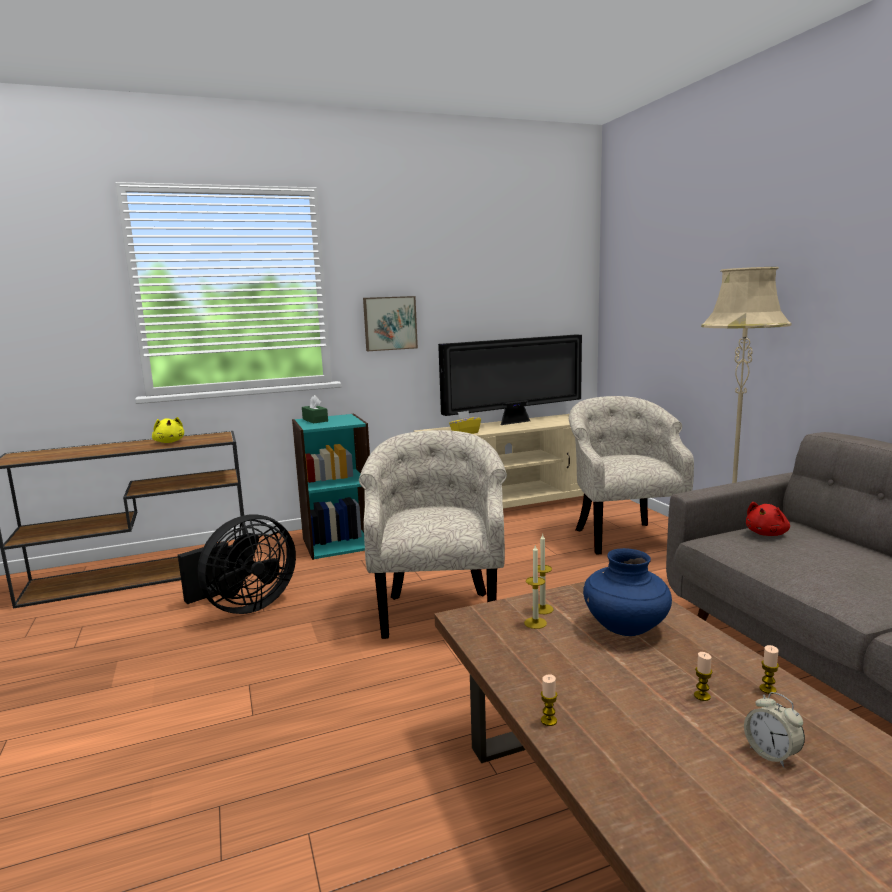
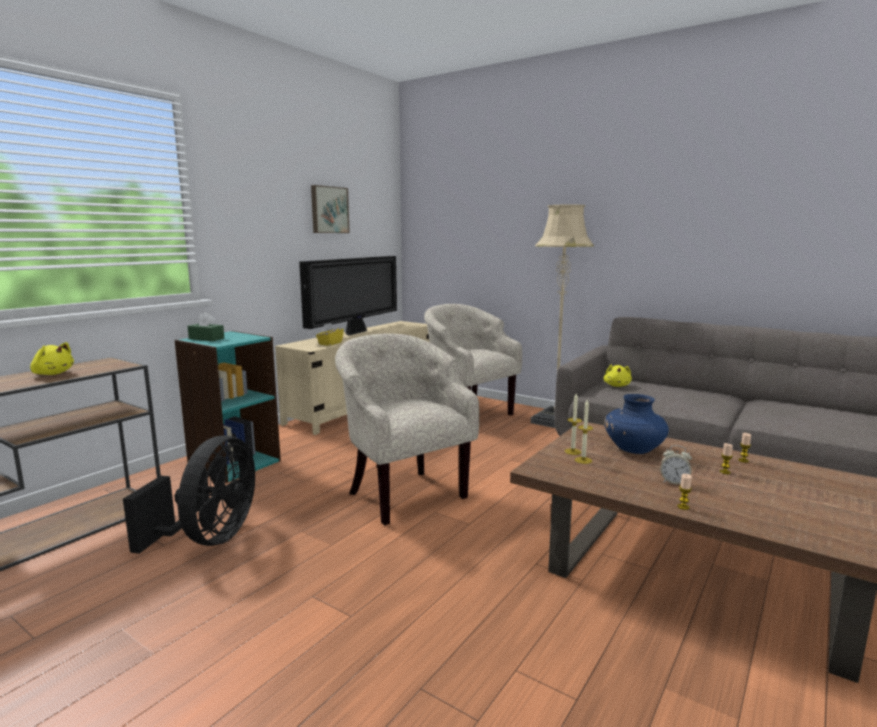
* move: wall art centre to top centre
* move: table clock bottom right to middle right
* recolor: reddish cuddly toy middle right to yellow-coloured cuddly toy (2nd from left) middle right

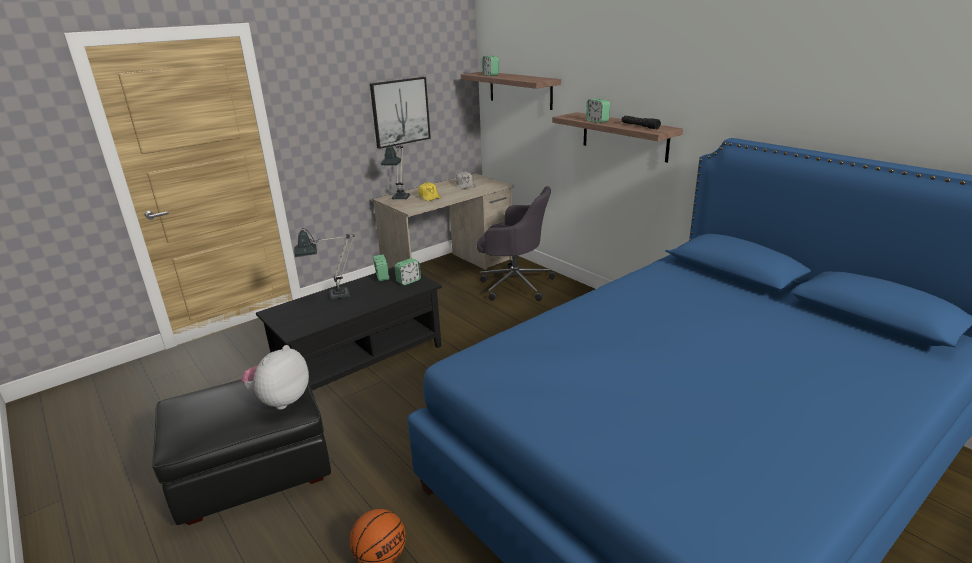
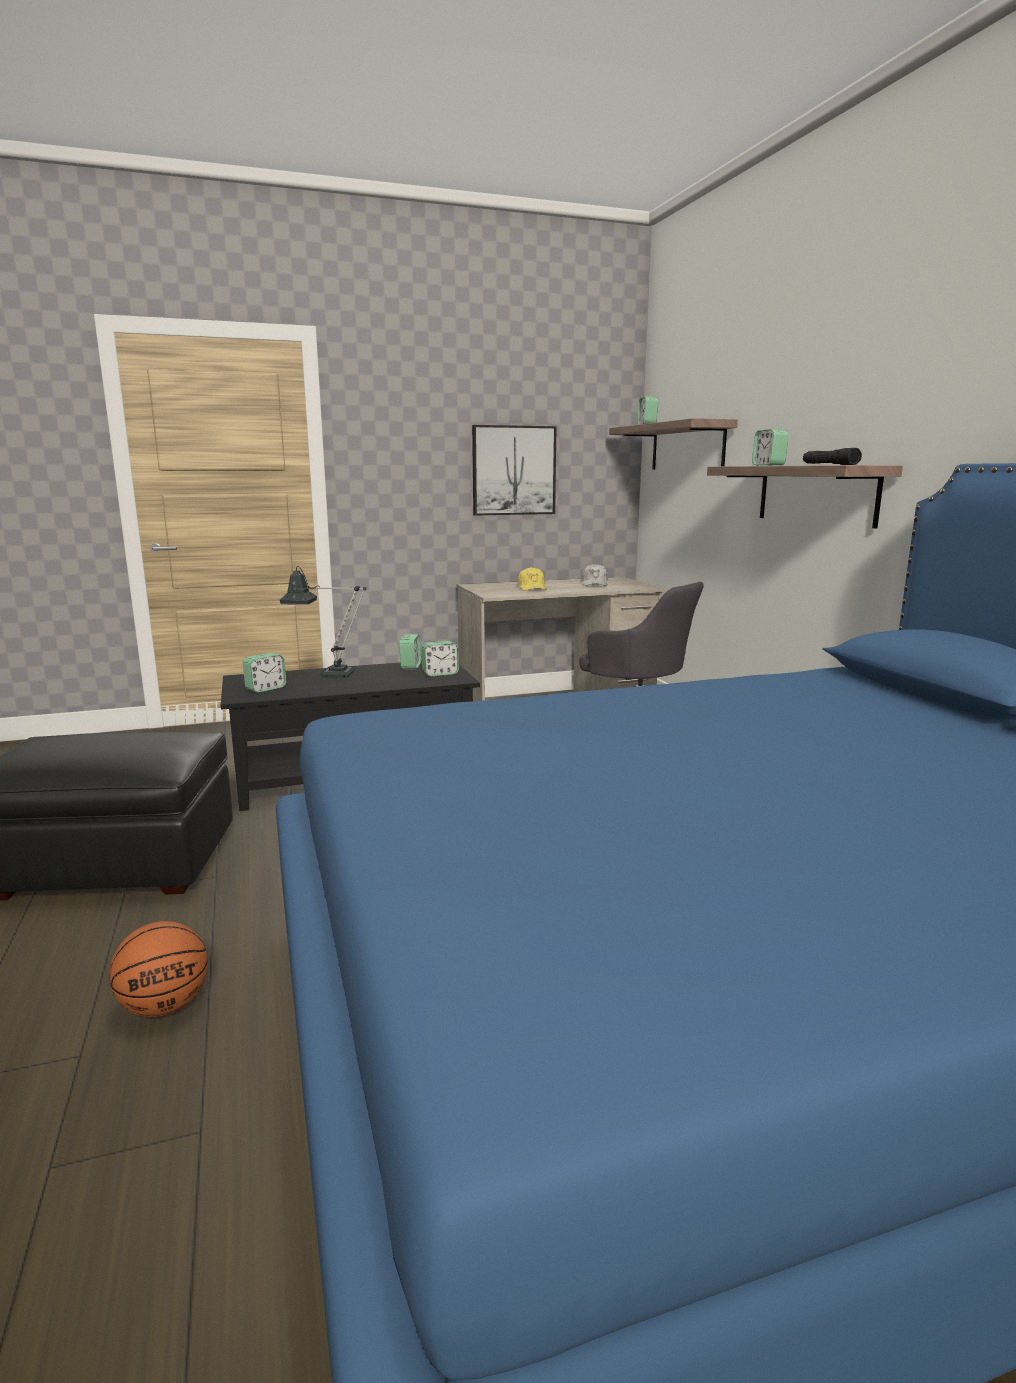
* delete: cuddly toy bottom left
* delete: table lamp (2nd from left) top centre
* insert: table clock (1st from left) middle left

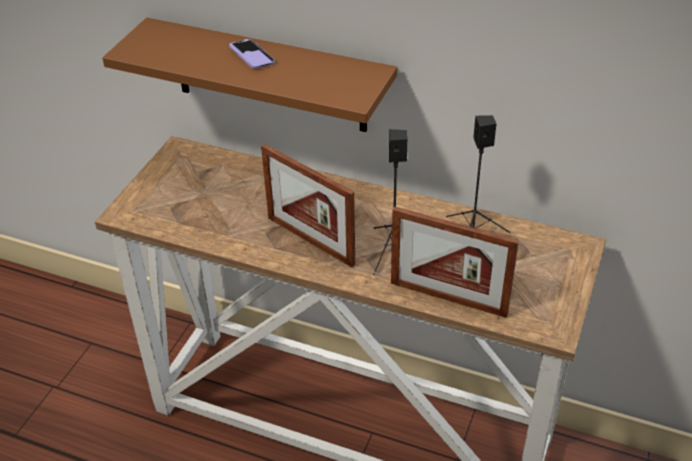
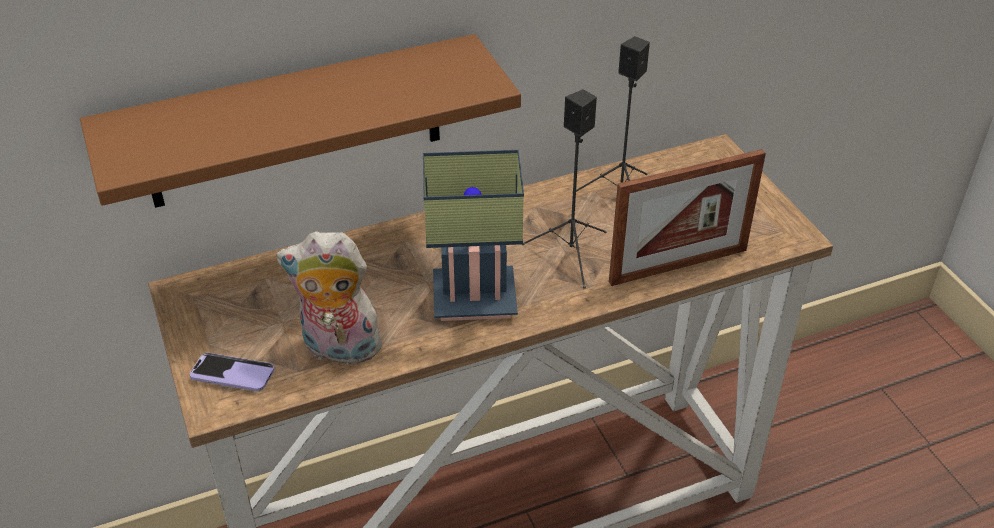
* insert: cuddly toy centre
* move: phone top centre to bottom left
* replace: picture frame (1st from left) centre to table lamp centre

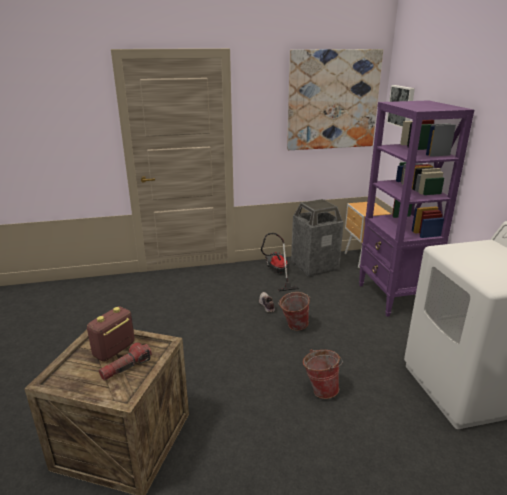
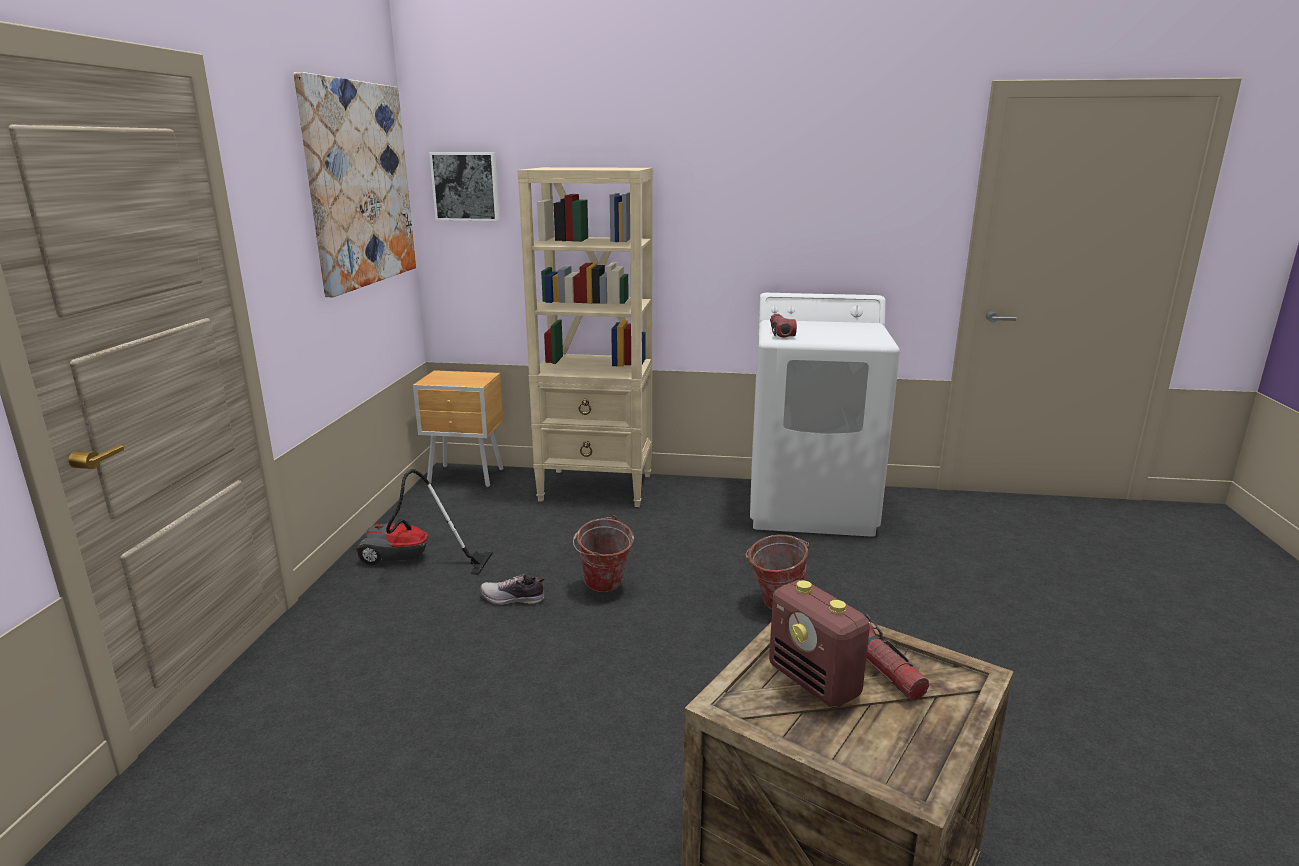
* delete: trash can centre
* insert: flashlight (1st from left) centre
* recolor: purple-coloured bookcase middle right to beige-coloured bookcase centre

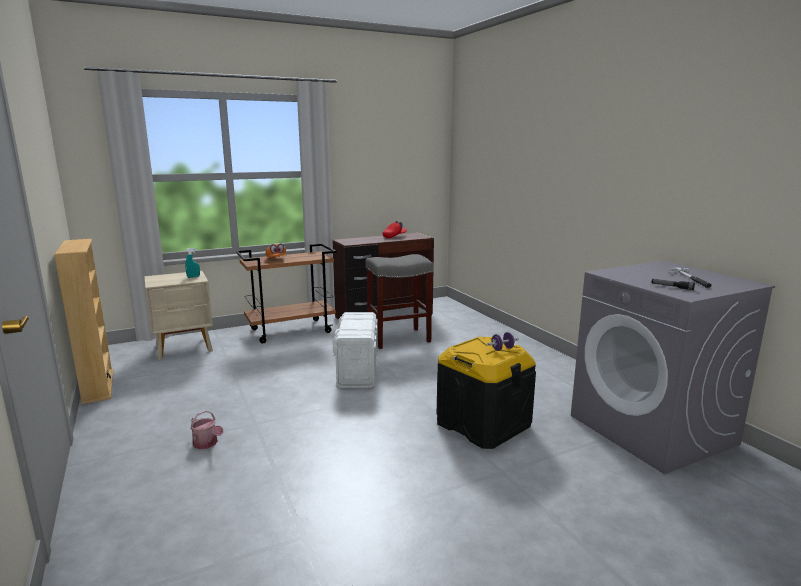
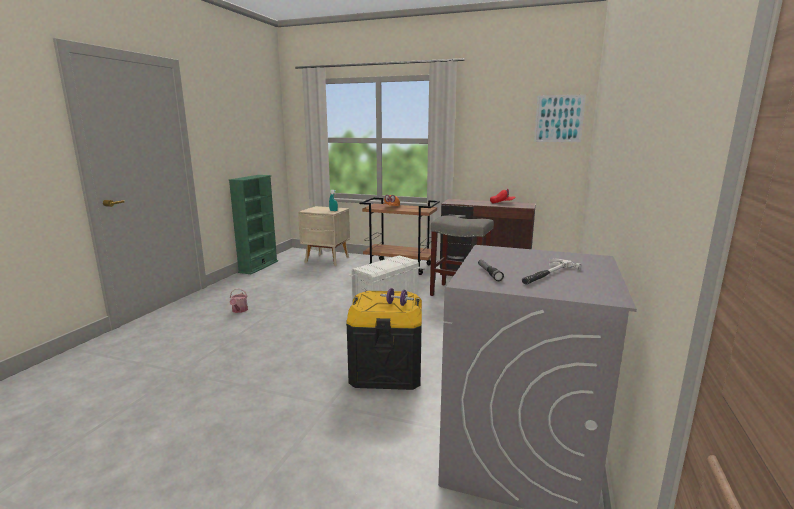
* insert: wall art top right
* recolor: beige-coloured bookcase middle left to green bookcase middle left

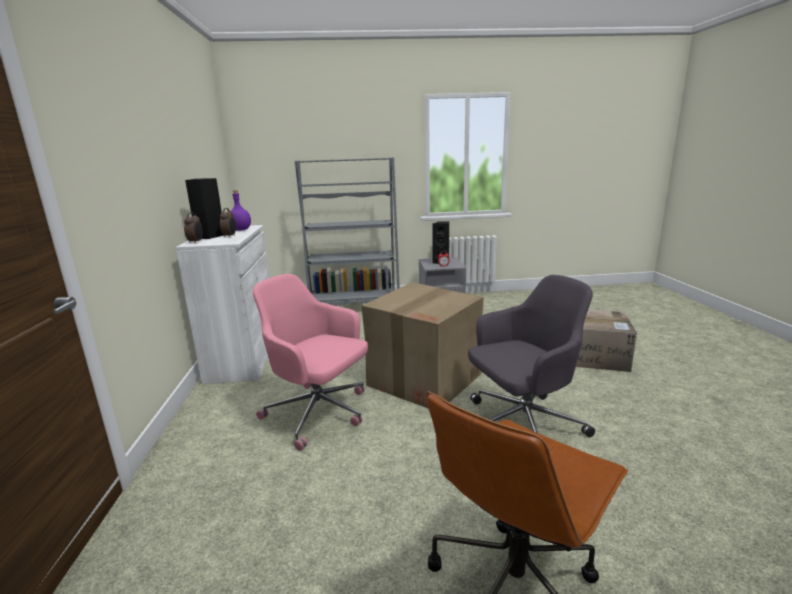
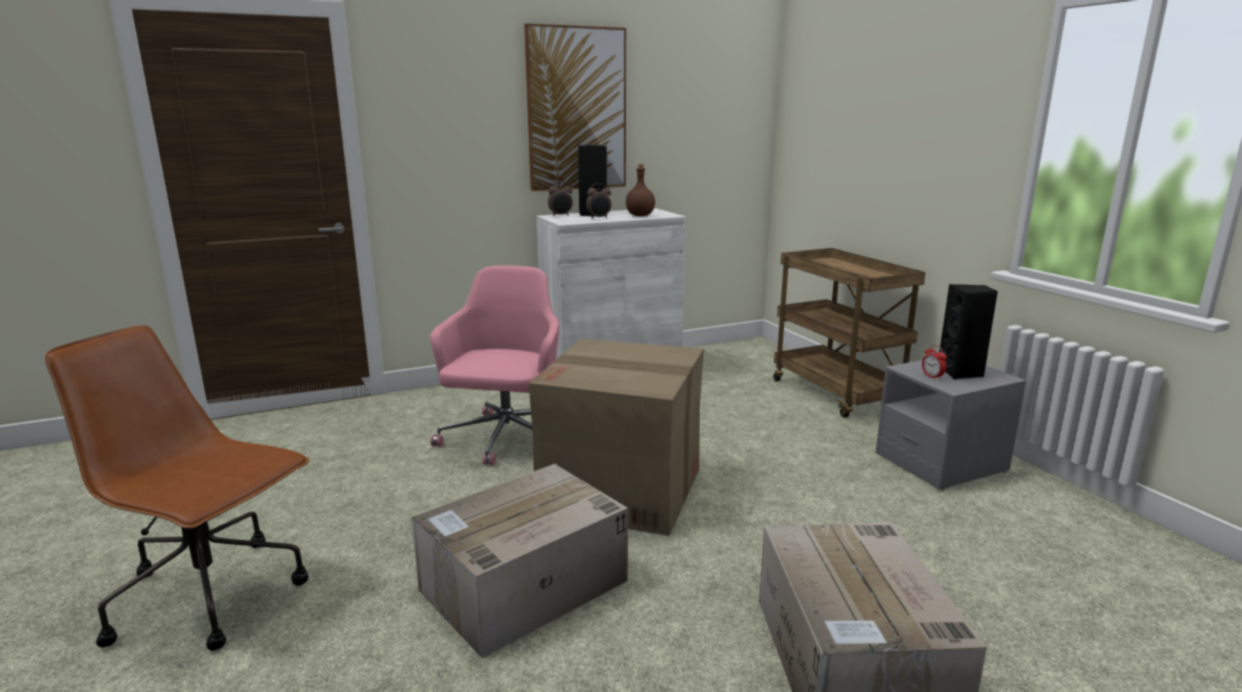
* insert: wall art top centre
* replace: gray bookcase centre to brown-coloured trolley middle right
* replace: gray office chair middle right to cardboard box (1st from left) bottom centre
* recolor: purple-coloured drink bottle middle left to brown-coloured drink bottle top centre

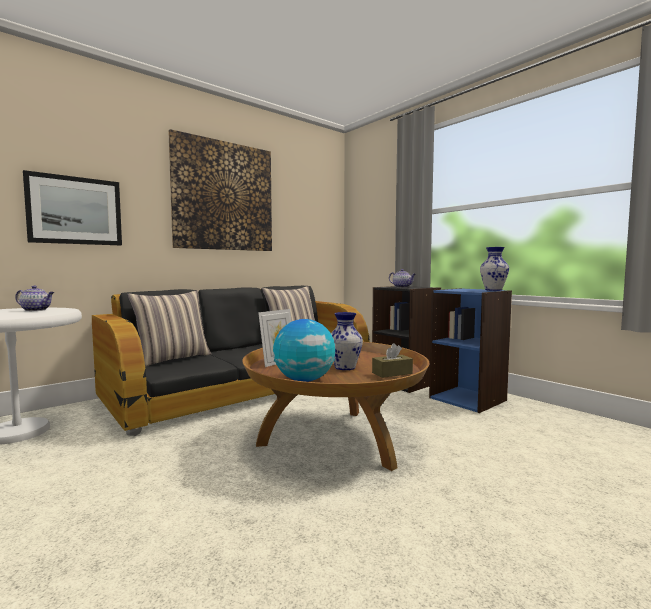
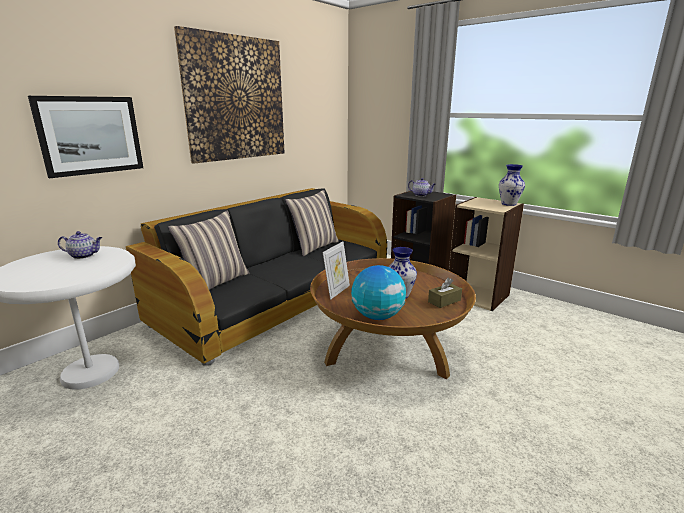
* recolor: blue bookcase middle right to beige-coloured bookcase middle right

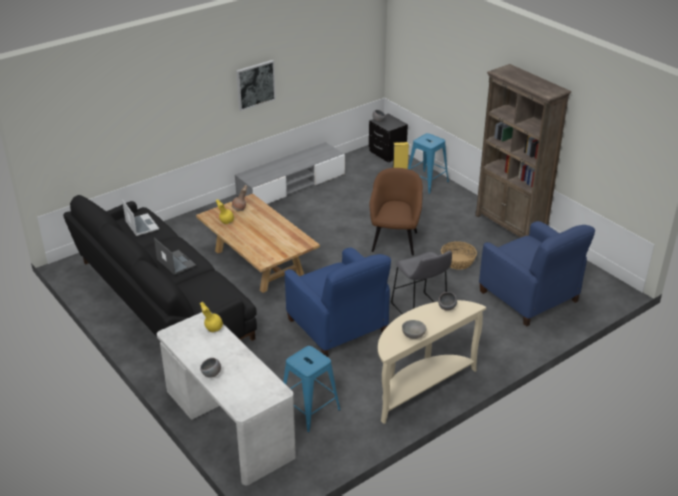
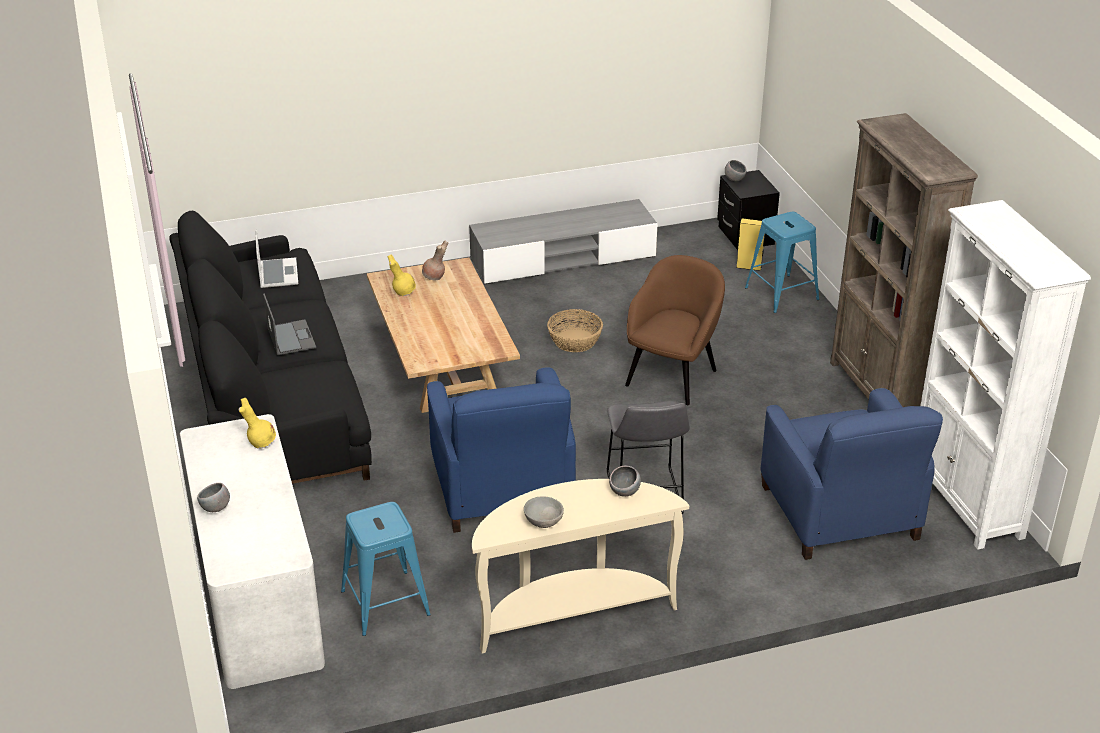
* delete: wall art top centre
* insert: white-coloured bookcase middle right
* move: basket middle right to centre

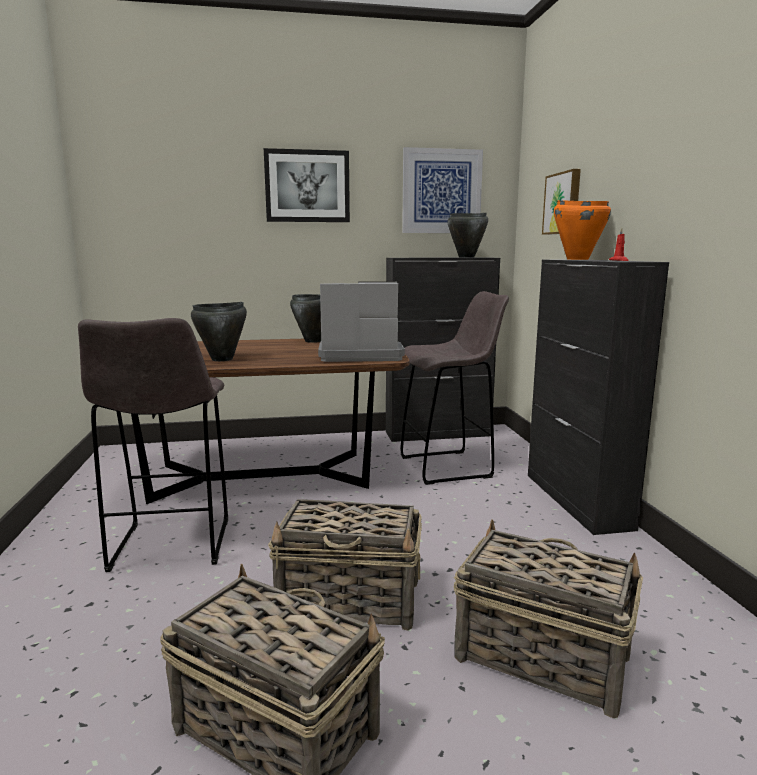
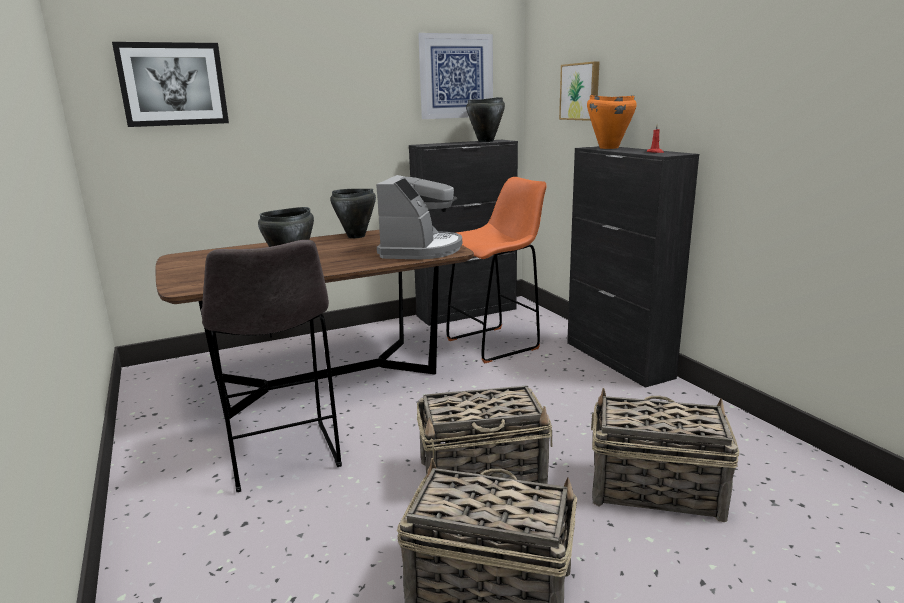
* move: wall art (1st from left) top centre to top left
* recolor: gray stool (2nd from left) centre to orangey stool centre
* rotate: coffee machine centre = centre 120 degrees clockwise

